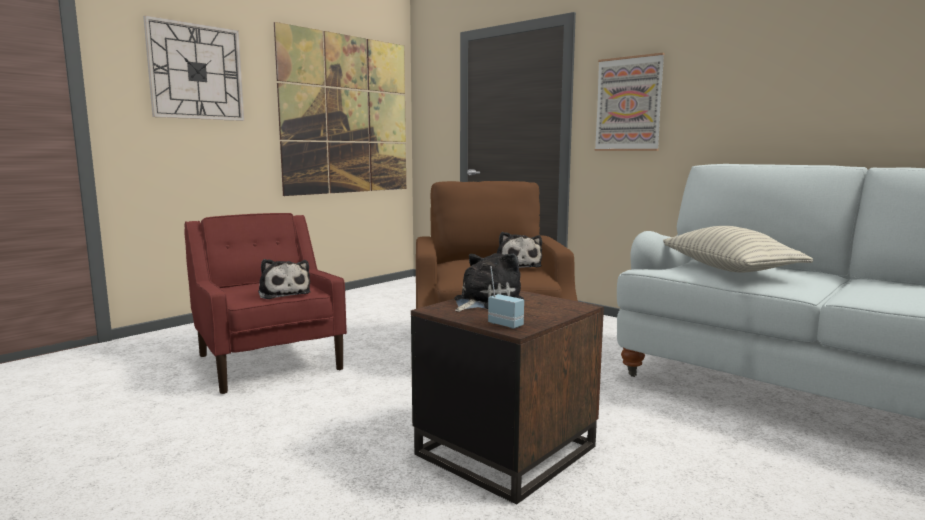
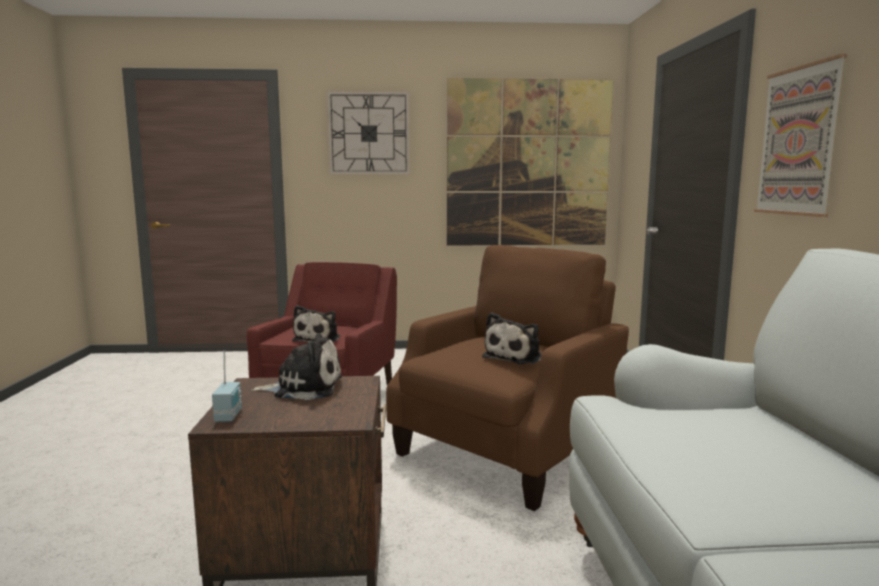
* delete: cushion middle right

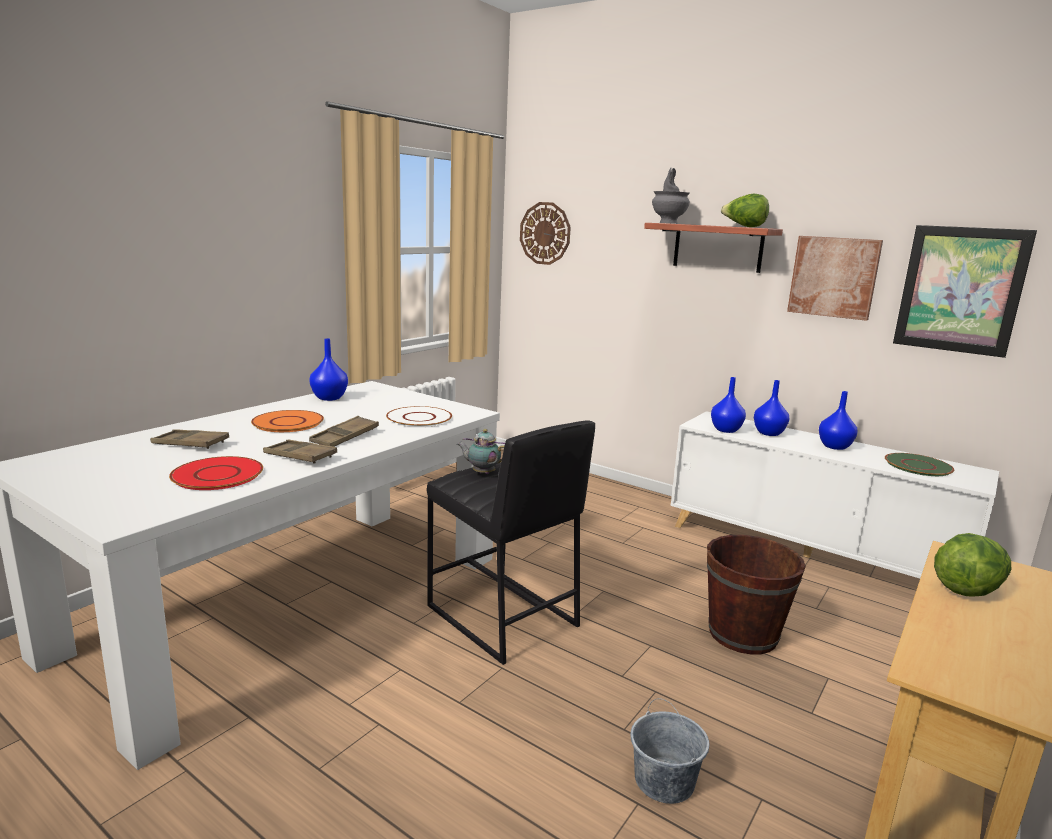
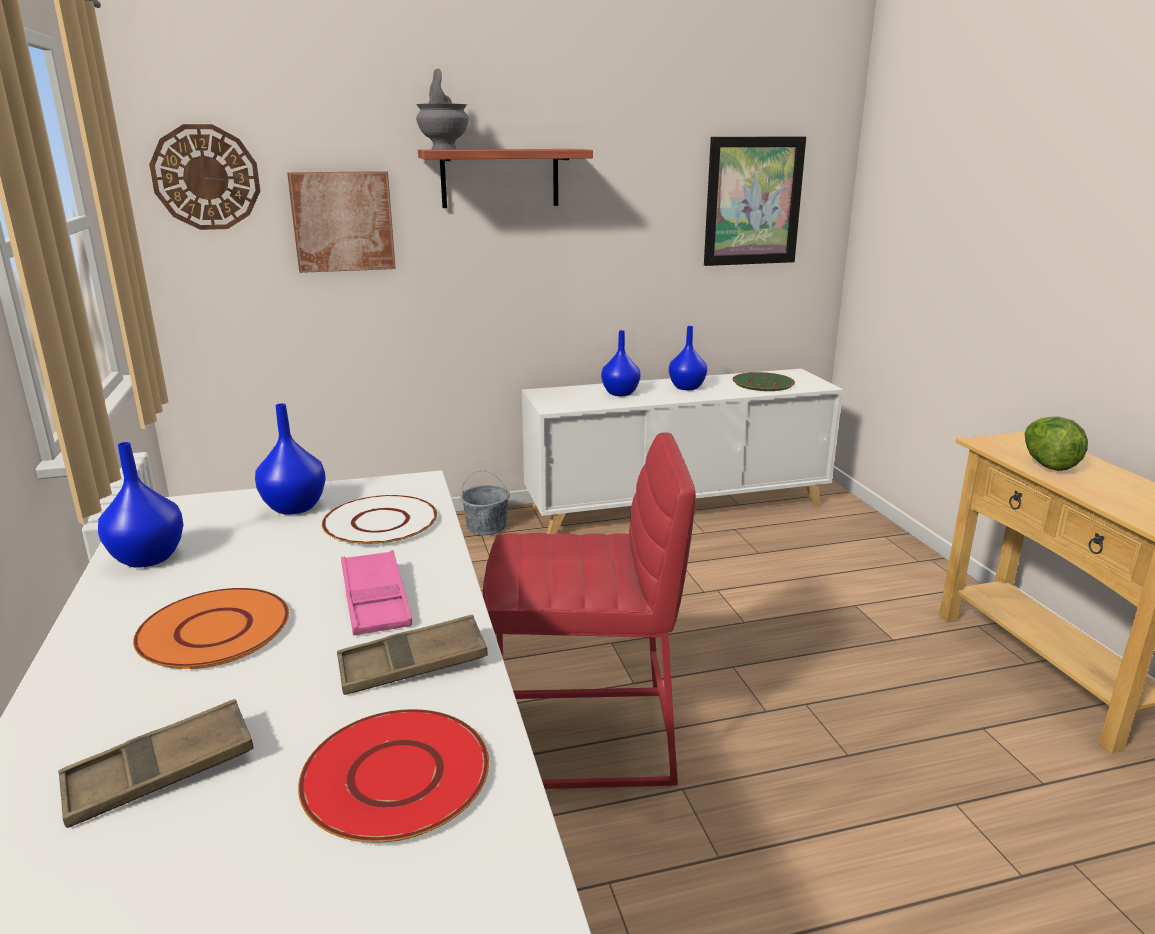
* delete: pot for tea centre
* delete: brown-coloured water bucket bottom right
* delete: lettuce (1st from left) top right
* move: gray water bucket bottom centre to centre
* move: blue flower vase (2nd from left) middle right to middle left
* move: wall art (1st from left) top right to top left
* recolor: brown-coloured carrying tray (3rd from left) middle left to pinkish carrying tray middle left
* recolor: blackish stool centre to reddish stool centre

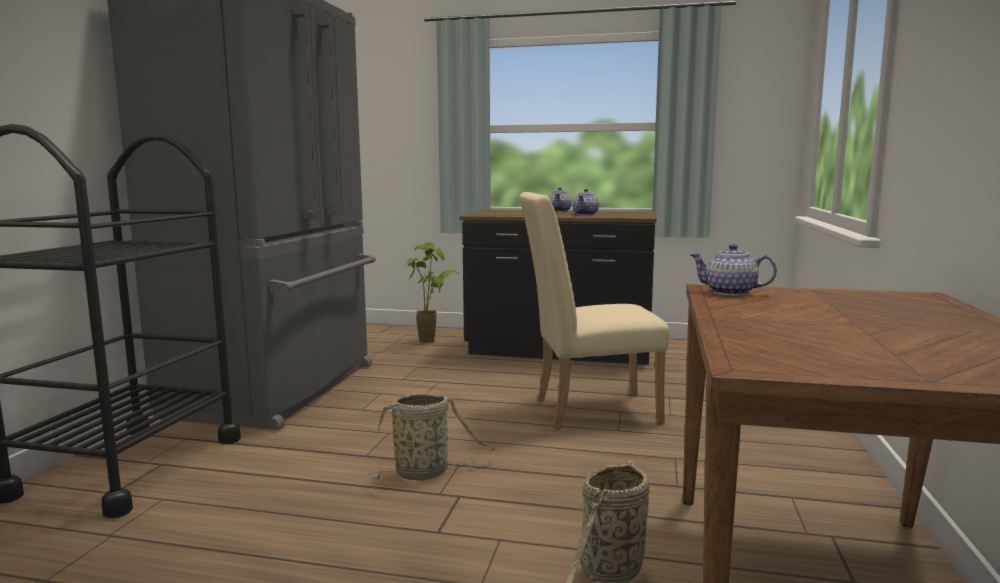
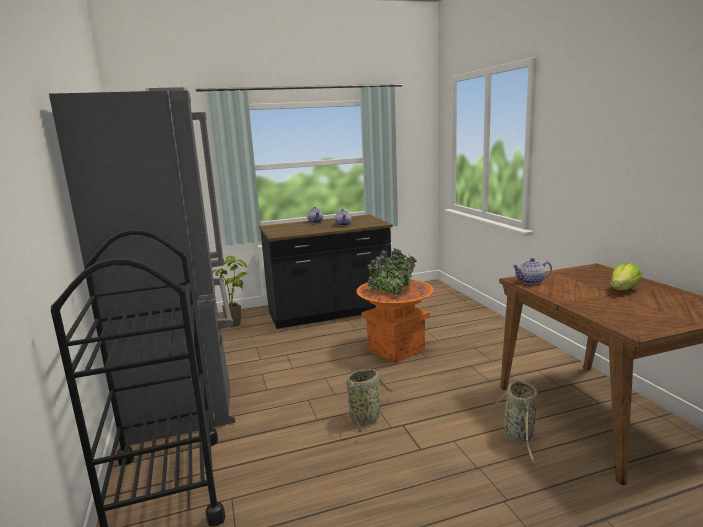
* insert: lettuce middle right
* replace: beige-coloured upright chair centre to orangey planter centre

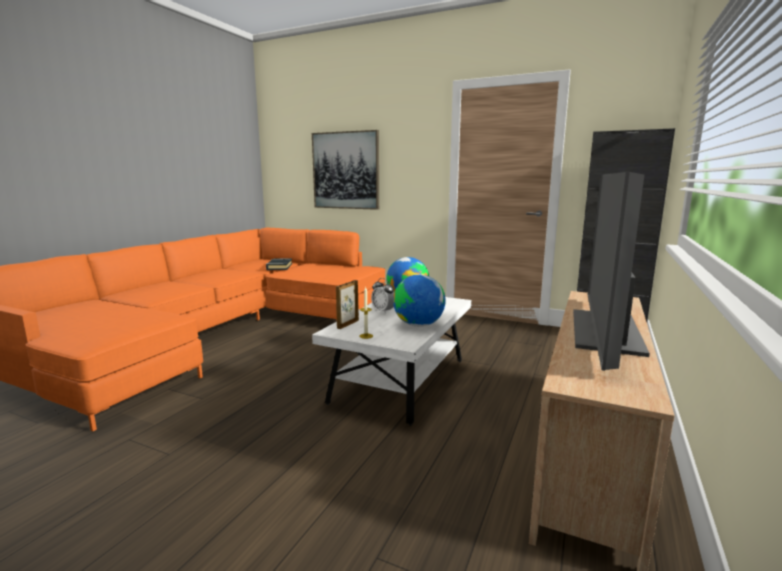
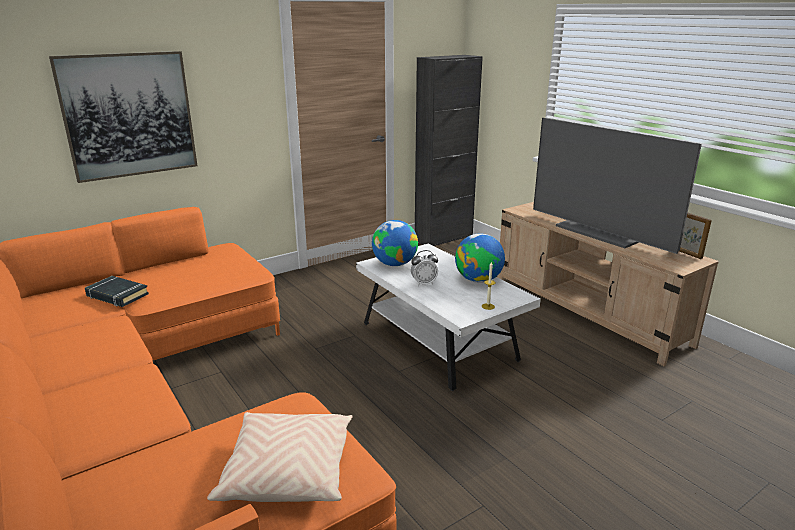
* insert: beige-coloured cushion bottom centre
* move: picture frame centre to middle right

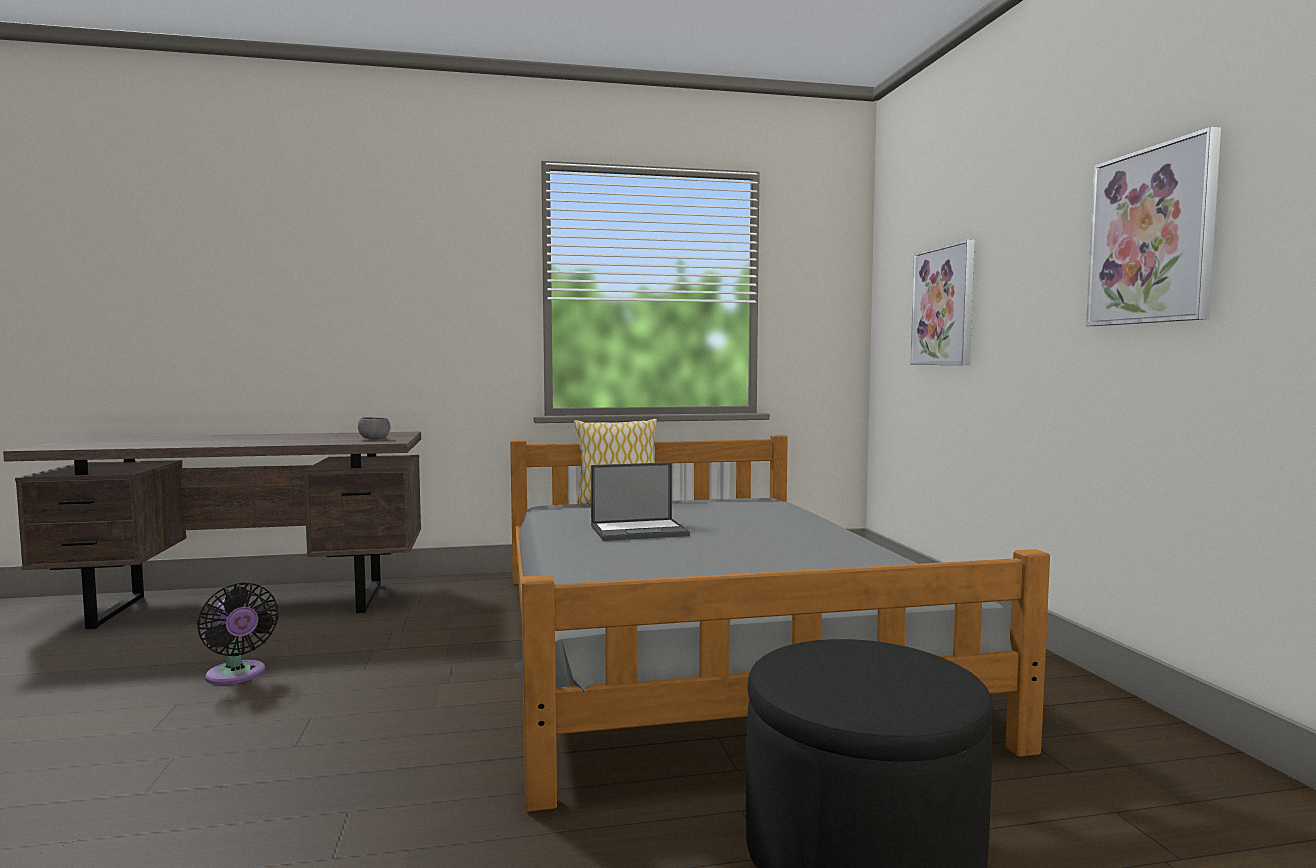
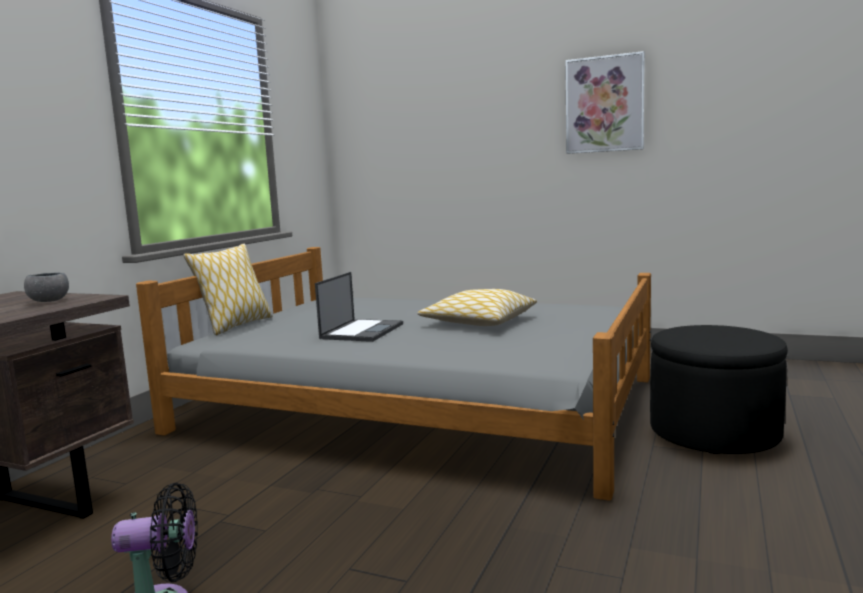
* delete: wall art (1st from left) middle right
* insert: cushion (2nd from left) centre

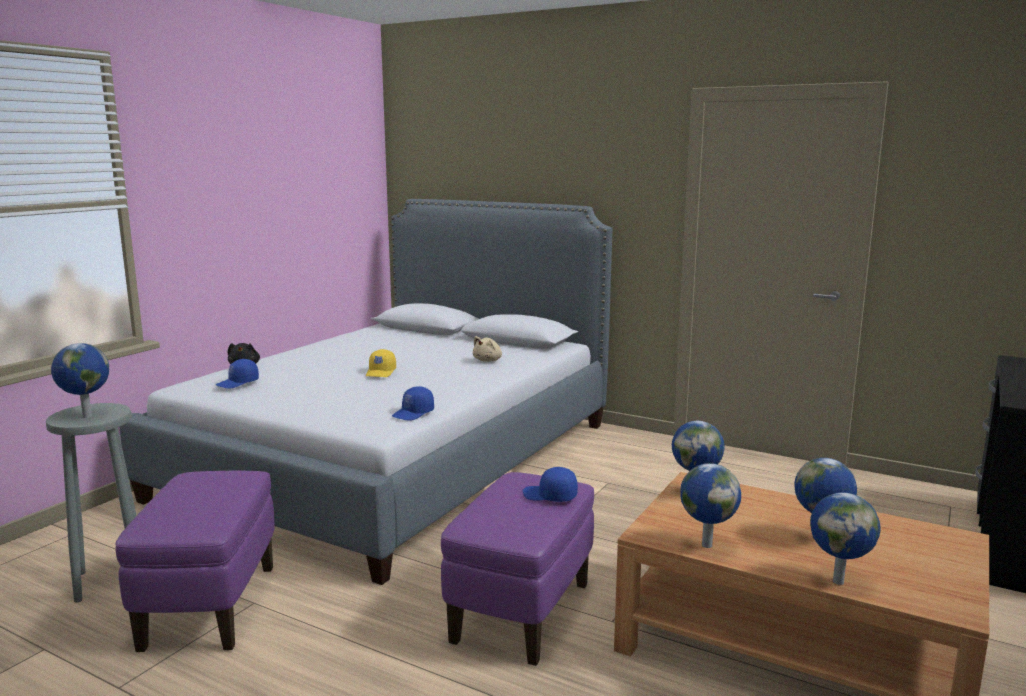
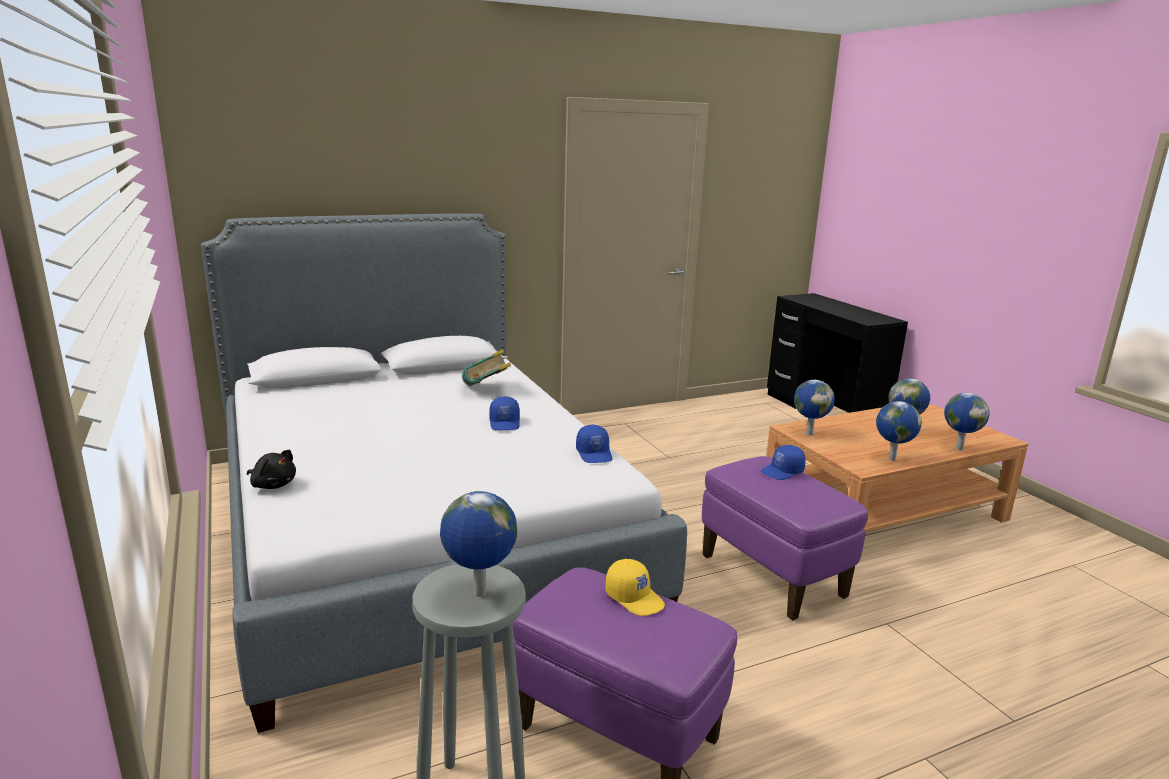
* move: blue peaked cap (1st from left) middle left to centre
* move: yellow-coloured peaked cap centre to bottom centre
* replace: beige-coloured cuddly toy centre to book centre

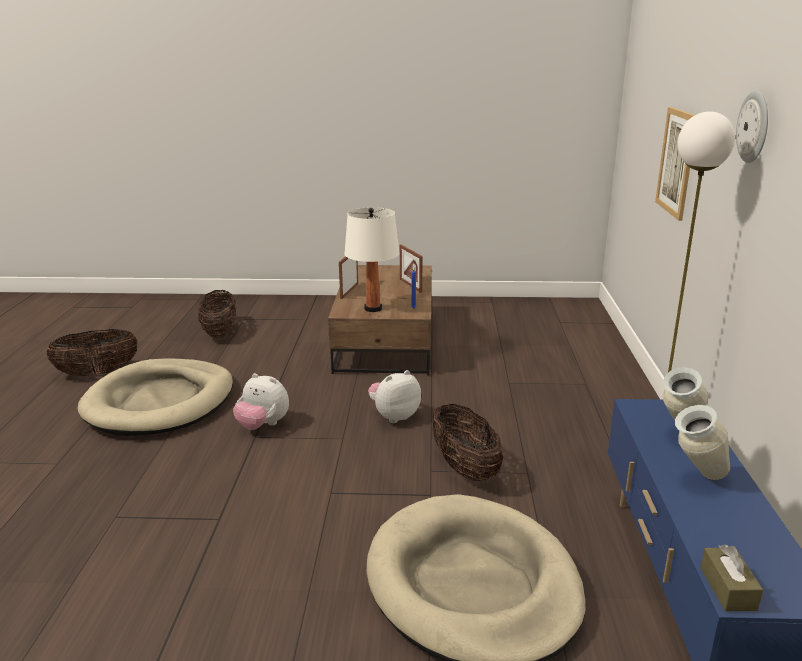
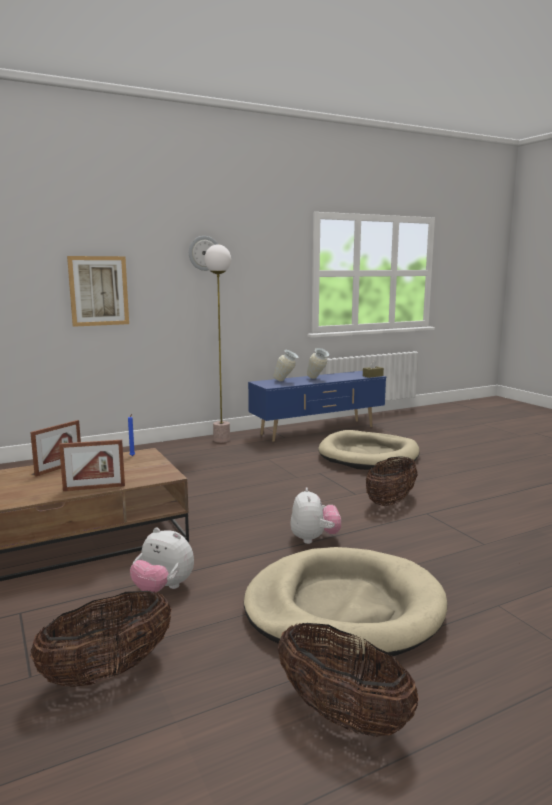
* delete: white-coloured table lamp centre
* move: cuddly toy (2nd from left in the first image) centre to cuddly toy (1st from left) bottom left
* move: basket (3rd from left) bottom centre to middle right

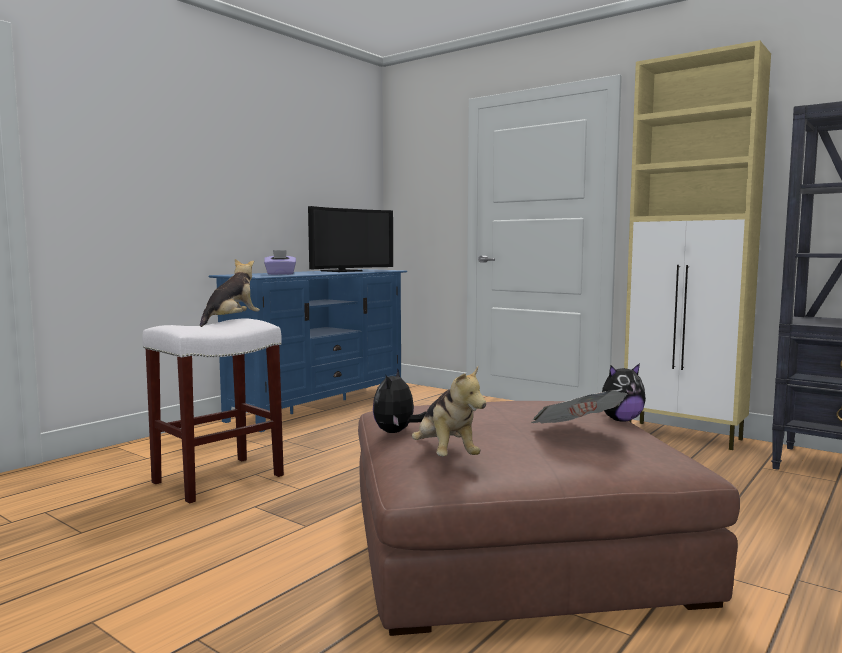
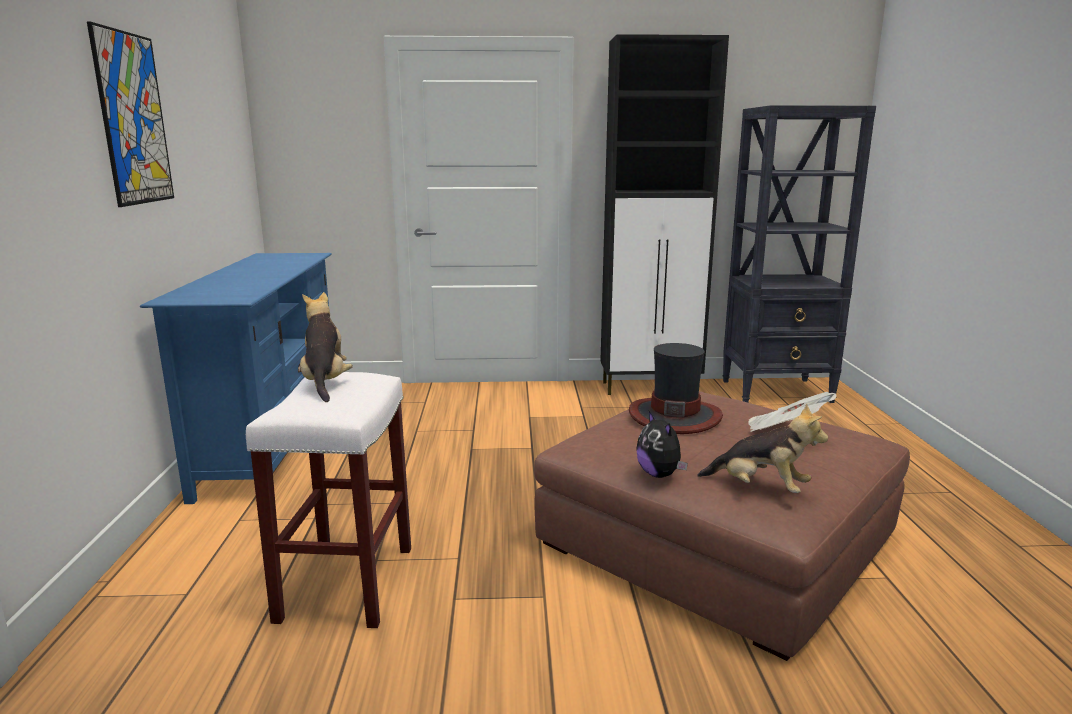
* delete: purple-coloured tissue holder middle left
* delete: TV set centre
* delete: cuddly toy (4th from left) middle right
* insert: wall art top left
* insert: hat centre
* recolor: beige-coloured storage cabinet middle right to blackish storage cabinet top centre

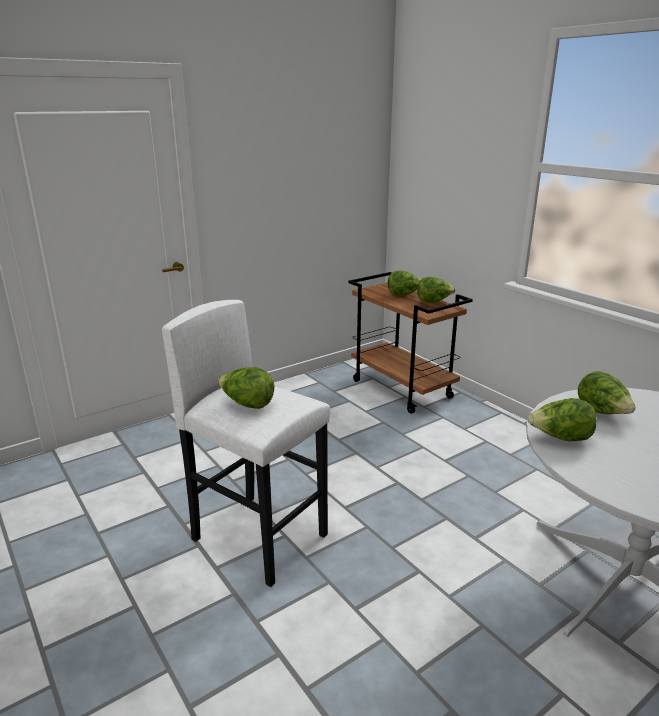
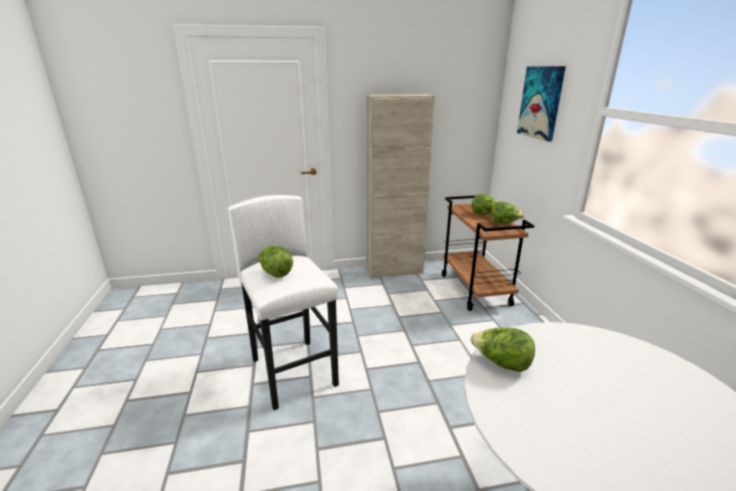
* delete: lettuce (5th from left) middle right
* insert: beige-coloured storage cabinet centre
* insert: wall art top right

